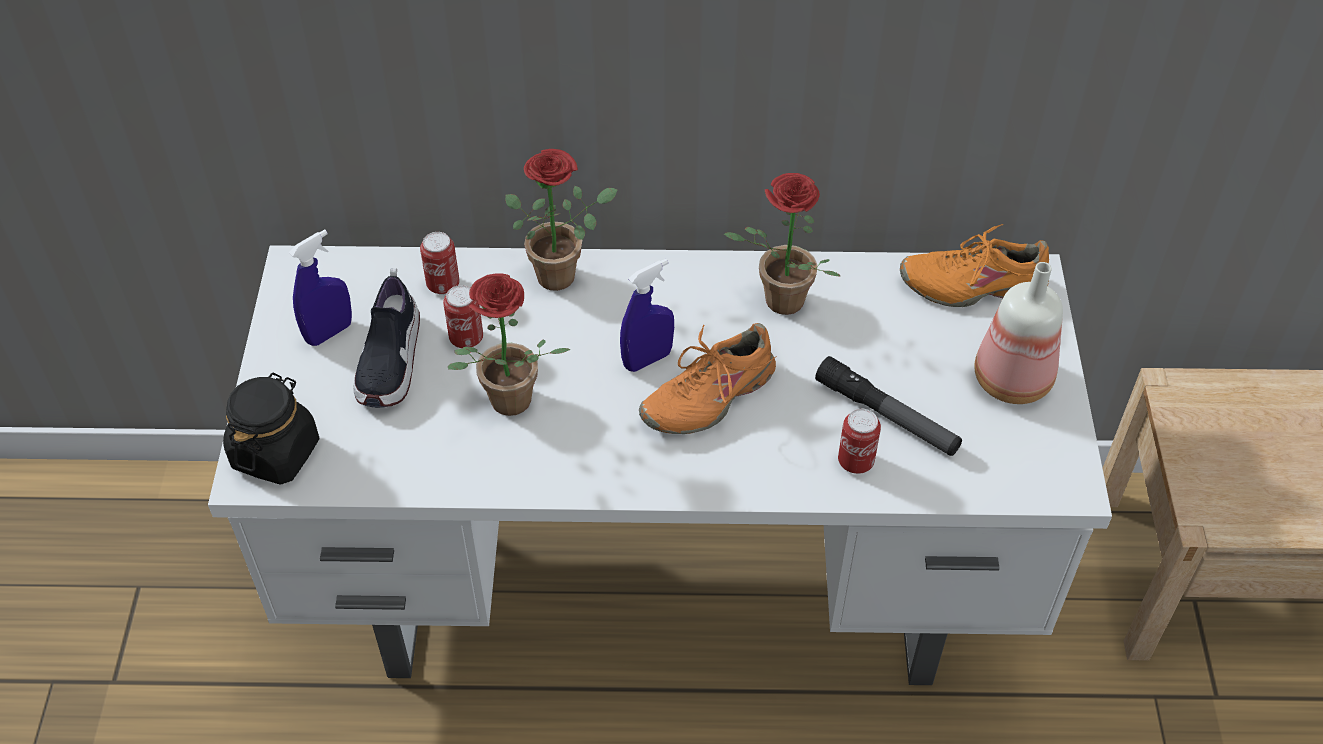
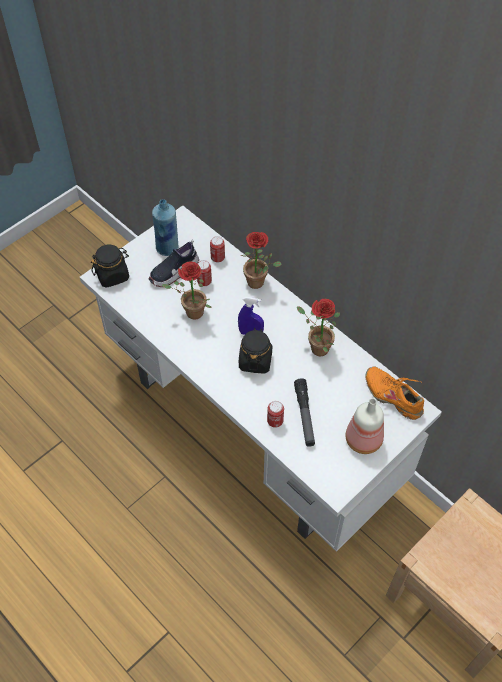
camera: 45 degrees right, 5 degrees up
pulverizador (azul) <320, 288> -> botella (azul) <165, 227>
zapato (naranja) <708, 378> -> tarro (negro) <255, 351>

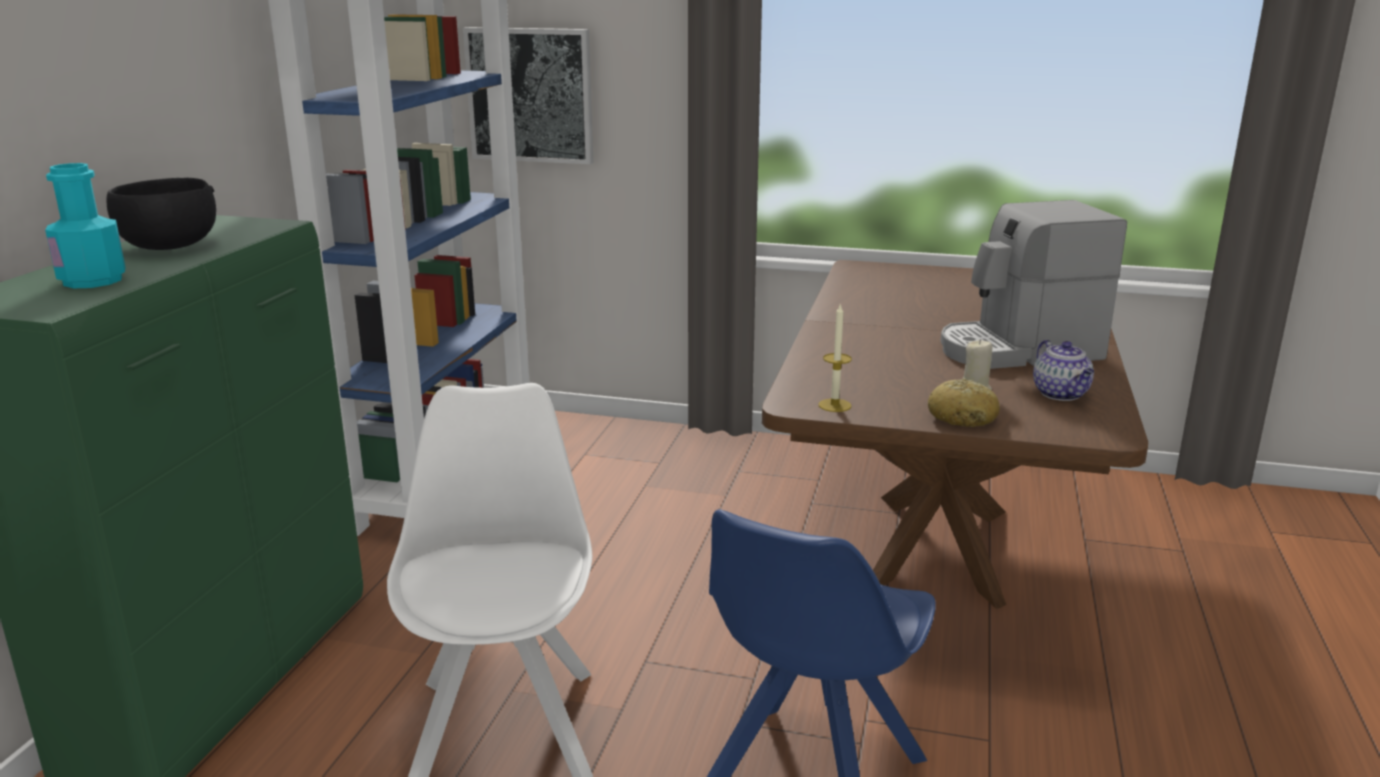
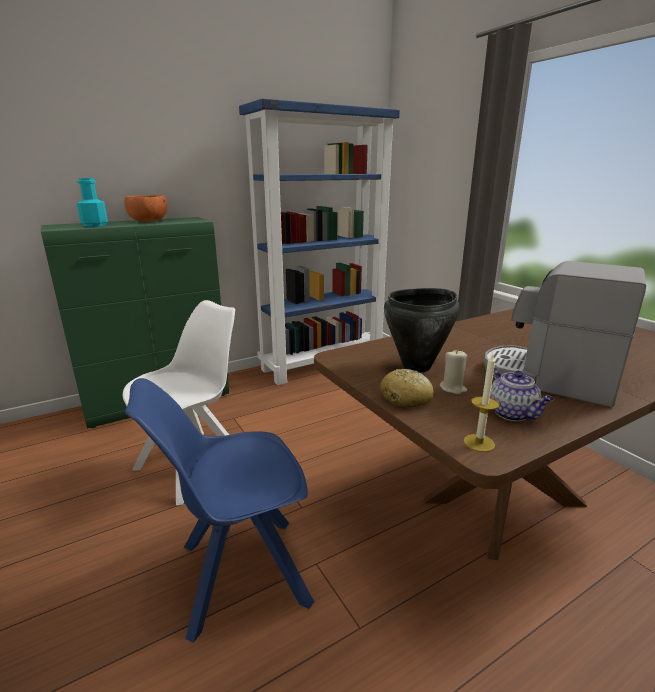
camera: 45 degrees right, 0 degrees up
cuadro <528, 95> -> none
cuenco (negro) <161, 214> -> cuenco (naranja) <145, 208>
vela <835, 357> -> vela <481, 402>, moved
tetera <1063, 370> -> tetera <518, 394>, 60 degrees counterclockwise
none -> olla (negro) <422, 330>

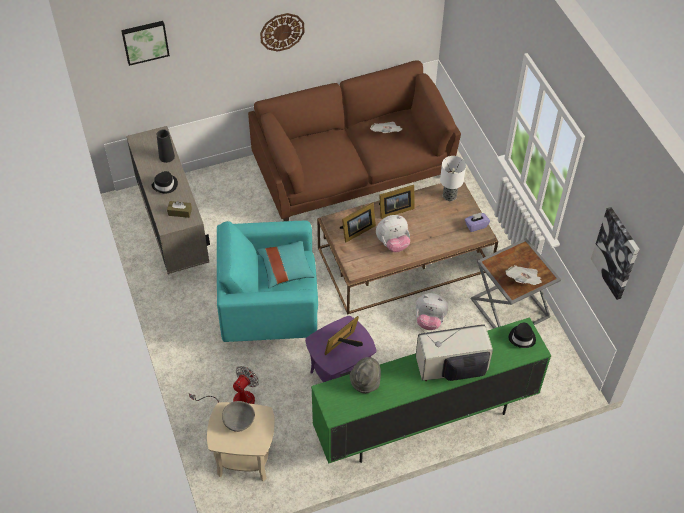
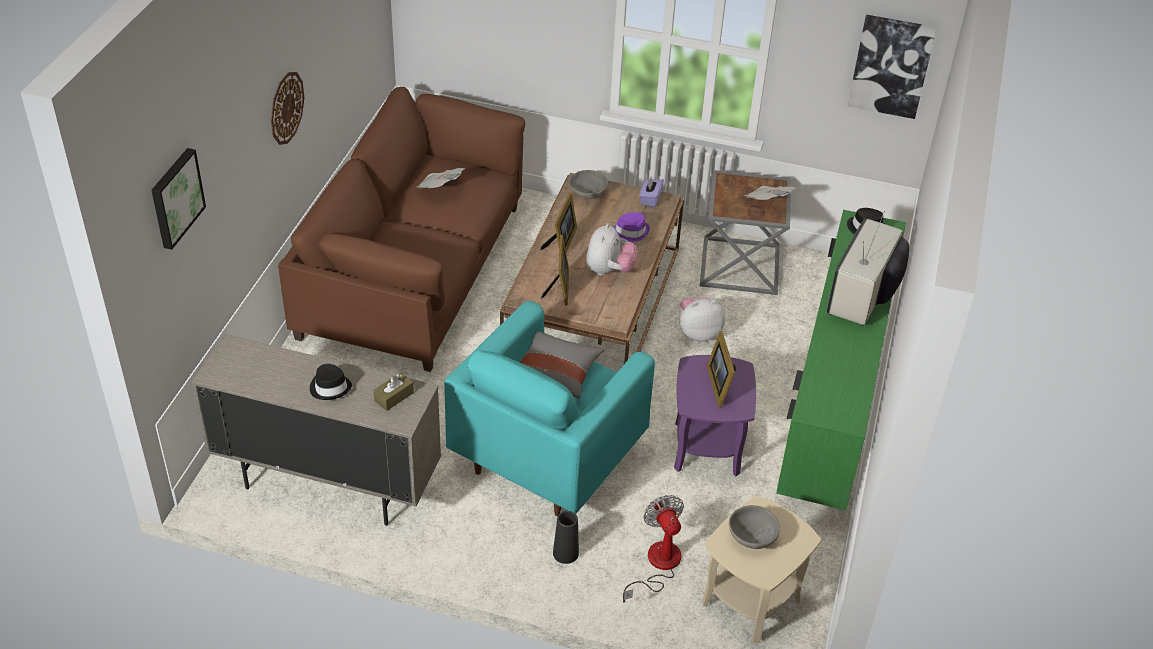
camera: 55 degrees left, 10 degrees down
florero (negro) <166, 146> -> florero (negro) <566, 537>, moved
lámpara de mesa <453, 178> -> cuenco (gris) <588, 184>
cojín (turquesa) <286, 264> -> cojín (gris) <562, 364>
peluche <432, 311> -> peluche <702, 319>, 150 degrees counterclockwise
sombrero (gris) <365, 375> -> none
none -> sombrero (morado) <631, 227>

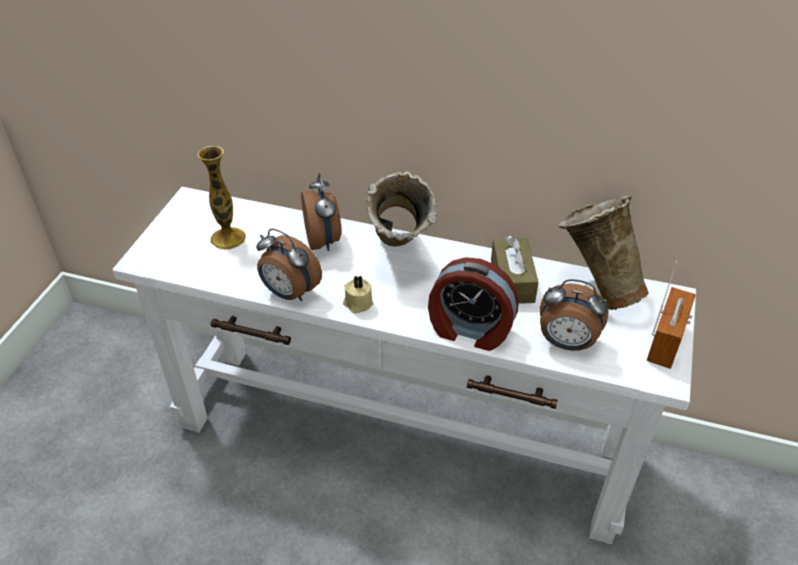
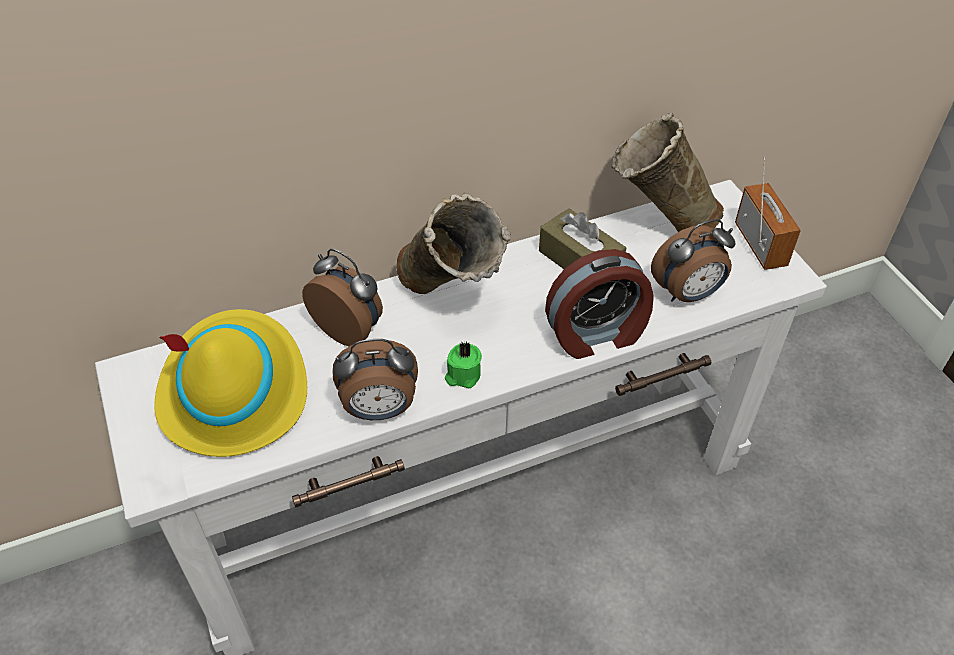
camera: 40 degrees left, 5 degrees up
florero <221, 198> -> sombrero (amarillo) <230, 383>
vela (beis) <358, 294> -> vela (verde) <463, 365>

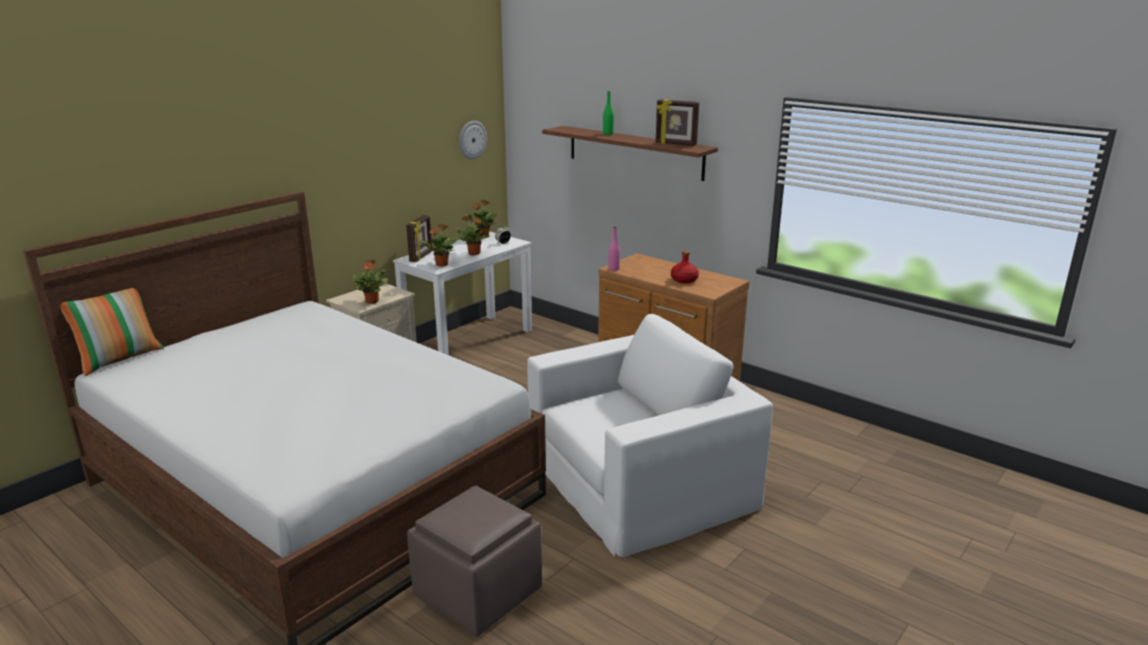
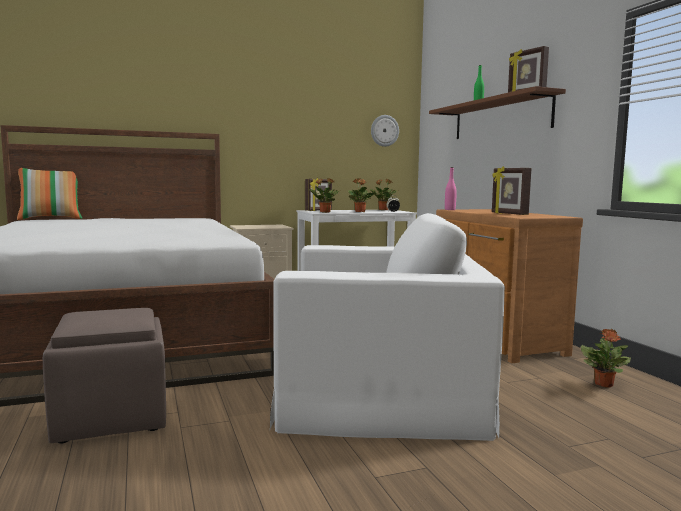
camera: 30 degrees right, 15 degrees down
botella (rojo) <685, 267> -> portarretratos <511, 190>
planta en maceta <370, 281> -> planta en maceta <606, 358>, moved

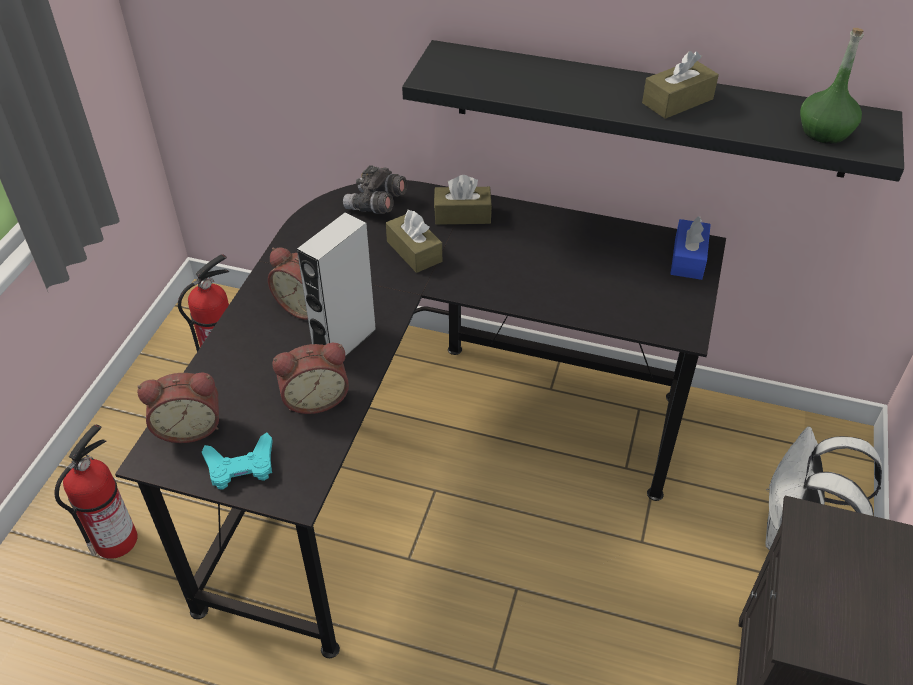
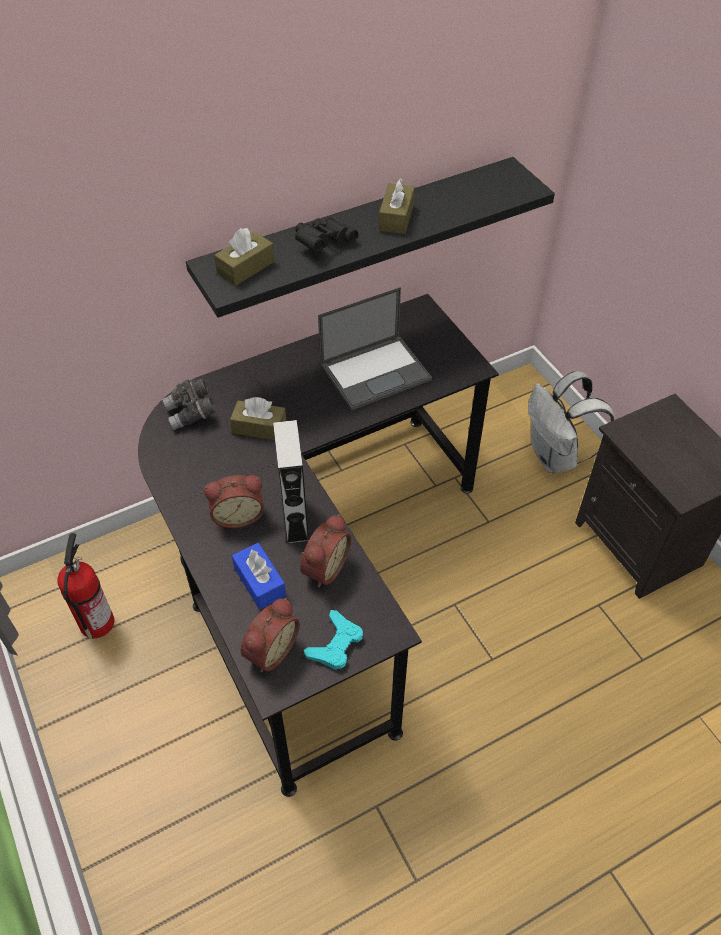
camera: 45 degrees left, 5 degrees up
botella (verde) <832, 86> -> none
caja de pañuelos (marrón) <463, 200> -> caja de pañuelos (marrón) <244, 257>, moved
caja de pañuelos (azul) <691, 248> -> caja de pañuelos (azul) <259, 576>, moved
extintor <95, 492> -> none
none -> prismáticos (negro) <326, 235>
none -> portátil <375, 349>

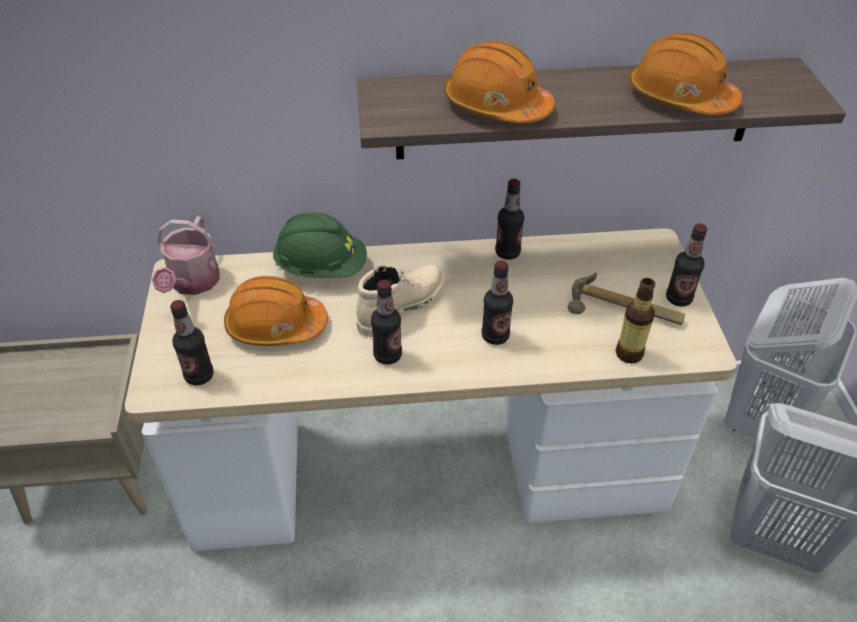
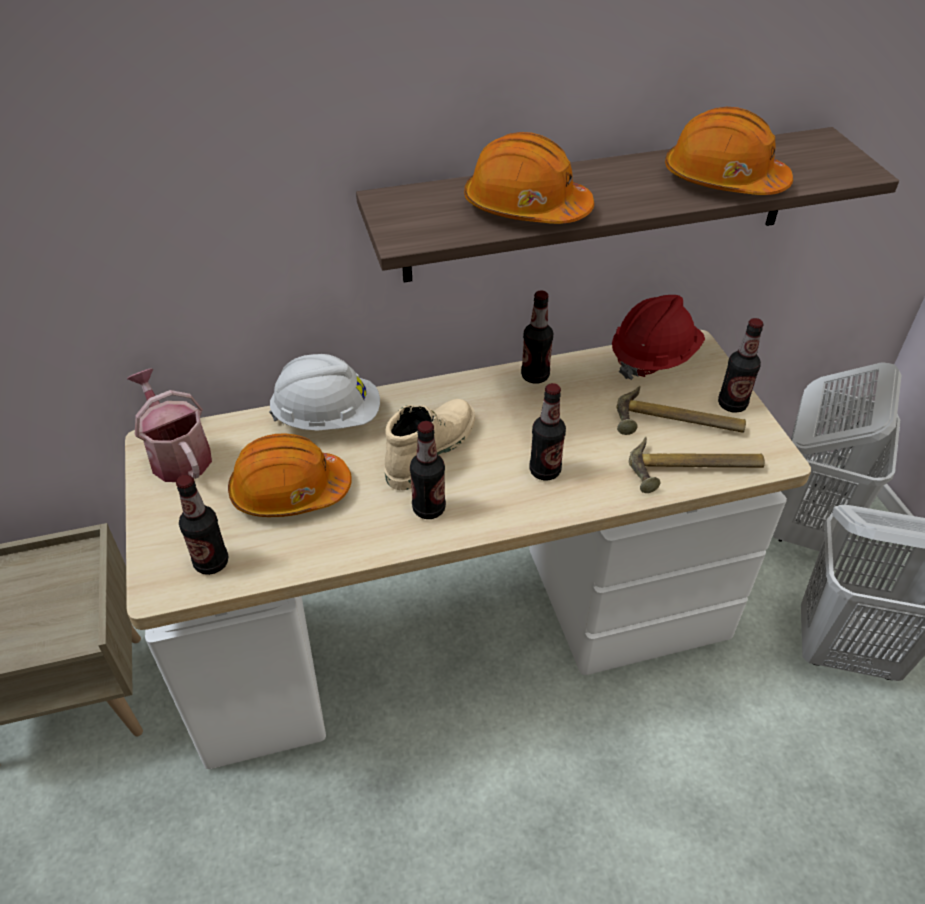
camera: 10 degrees left, 0 degrees up
casco (verde) <320, 245> -> casco (blanco) <324, 392>
regadera <186, 255> -> regadera <169, 425>, 150 degrees clockwise
botella <635, 321> -> martillo <697, 464>
none -> casco (rojo) <658, 337>

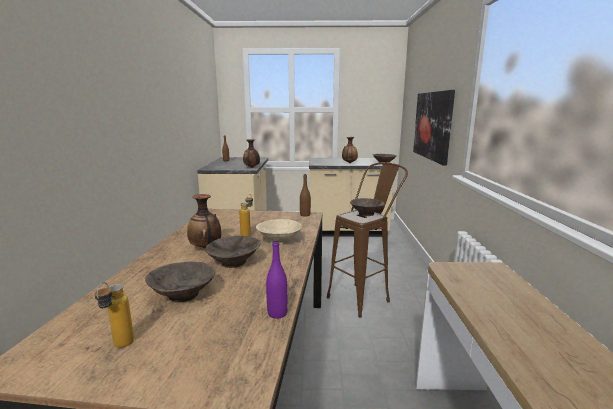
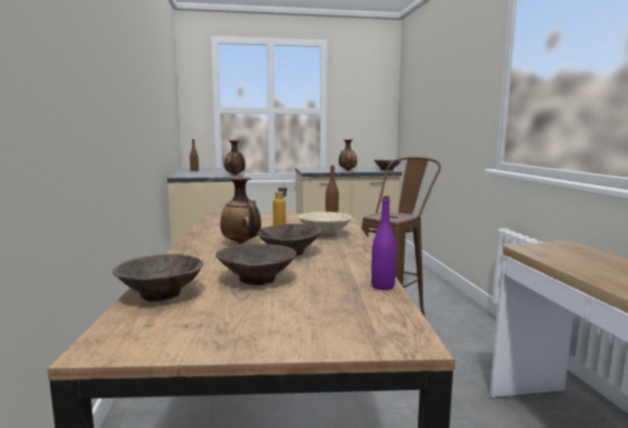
camera: 10 degrees left, 5 degrees down
cuadro <434, 127> -> none
cuenco (marrón) <367, 207> -> cuenco (marrón) <157, 278>, moved
botella <114, 315> -> none

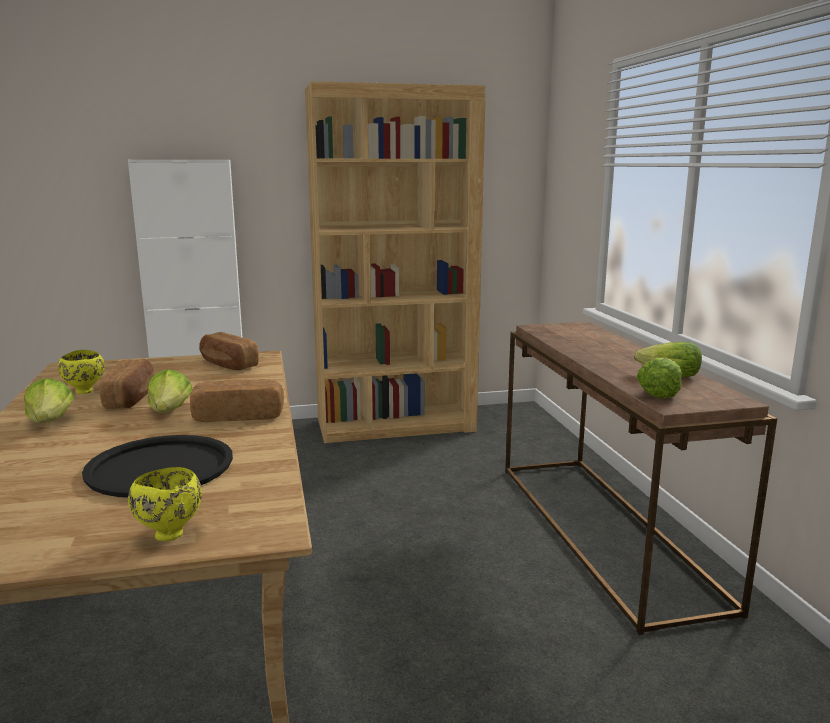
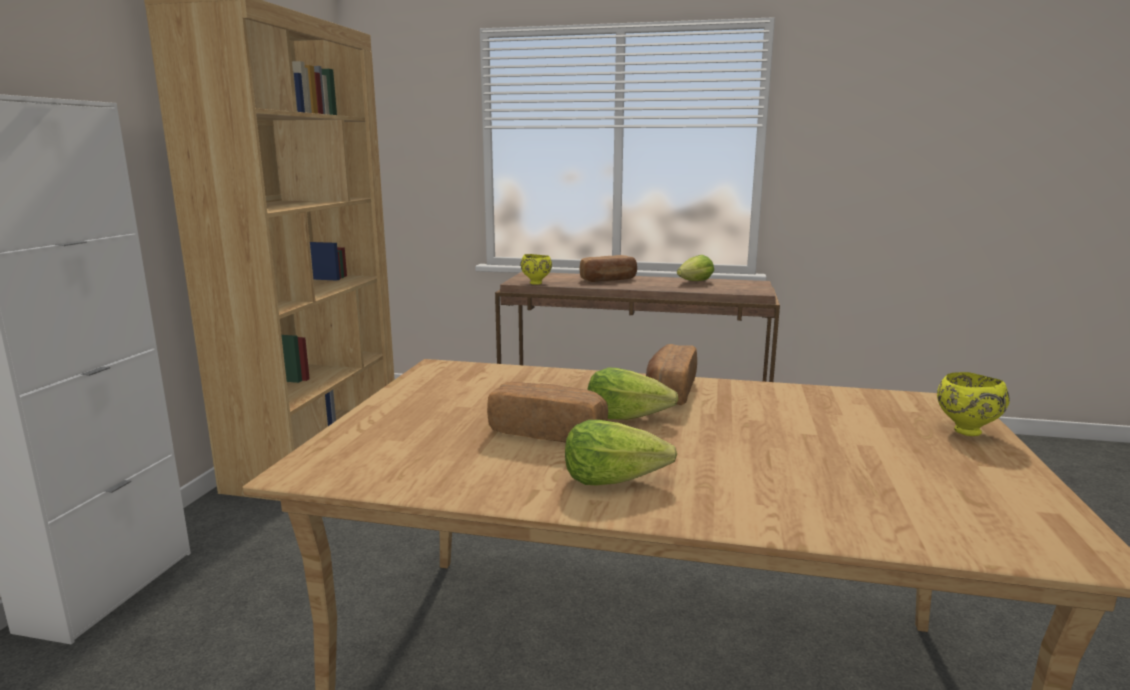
camera: 65 degrees left, 0 degrees up
pan <229, 351> -> pan <608, 268>, moved
cuenco (amarillo) <81, 372> -> cuenco (amarillo) <536, 269>, moved
lechuga <659, 378> -> none
bandeja (negro) <157, 466> -> none

